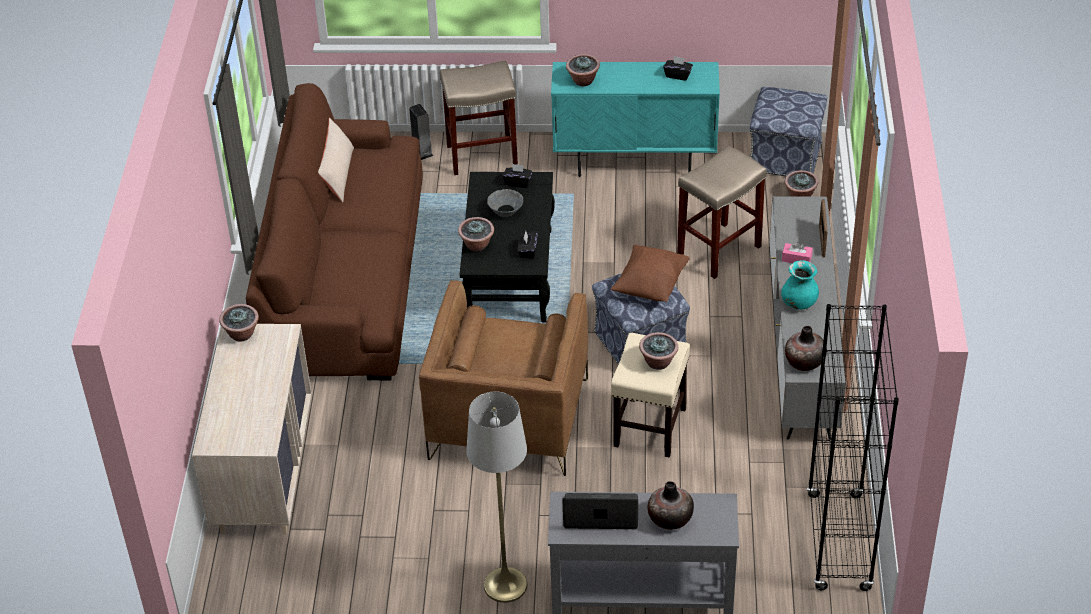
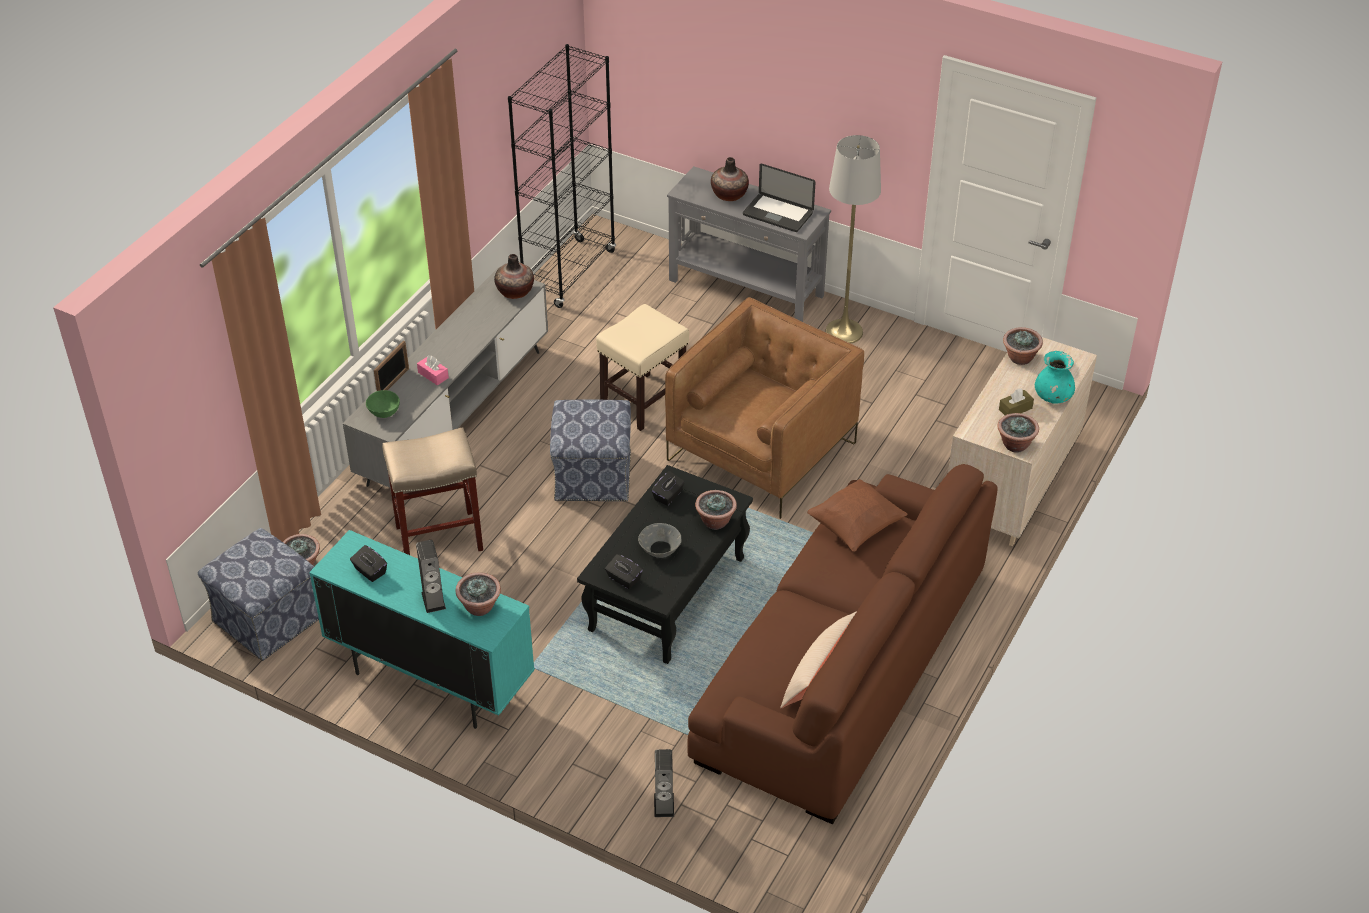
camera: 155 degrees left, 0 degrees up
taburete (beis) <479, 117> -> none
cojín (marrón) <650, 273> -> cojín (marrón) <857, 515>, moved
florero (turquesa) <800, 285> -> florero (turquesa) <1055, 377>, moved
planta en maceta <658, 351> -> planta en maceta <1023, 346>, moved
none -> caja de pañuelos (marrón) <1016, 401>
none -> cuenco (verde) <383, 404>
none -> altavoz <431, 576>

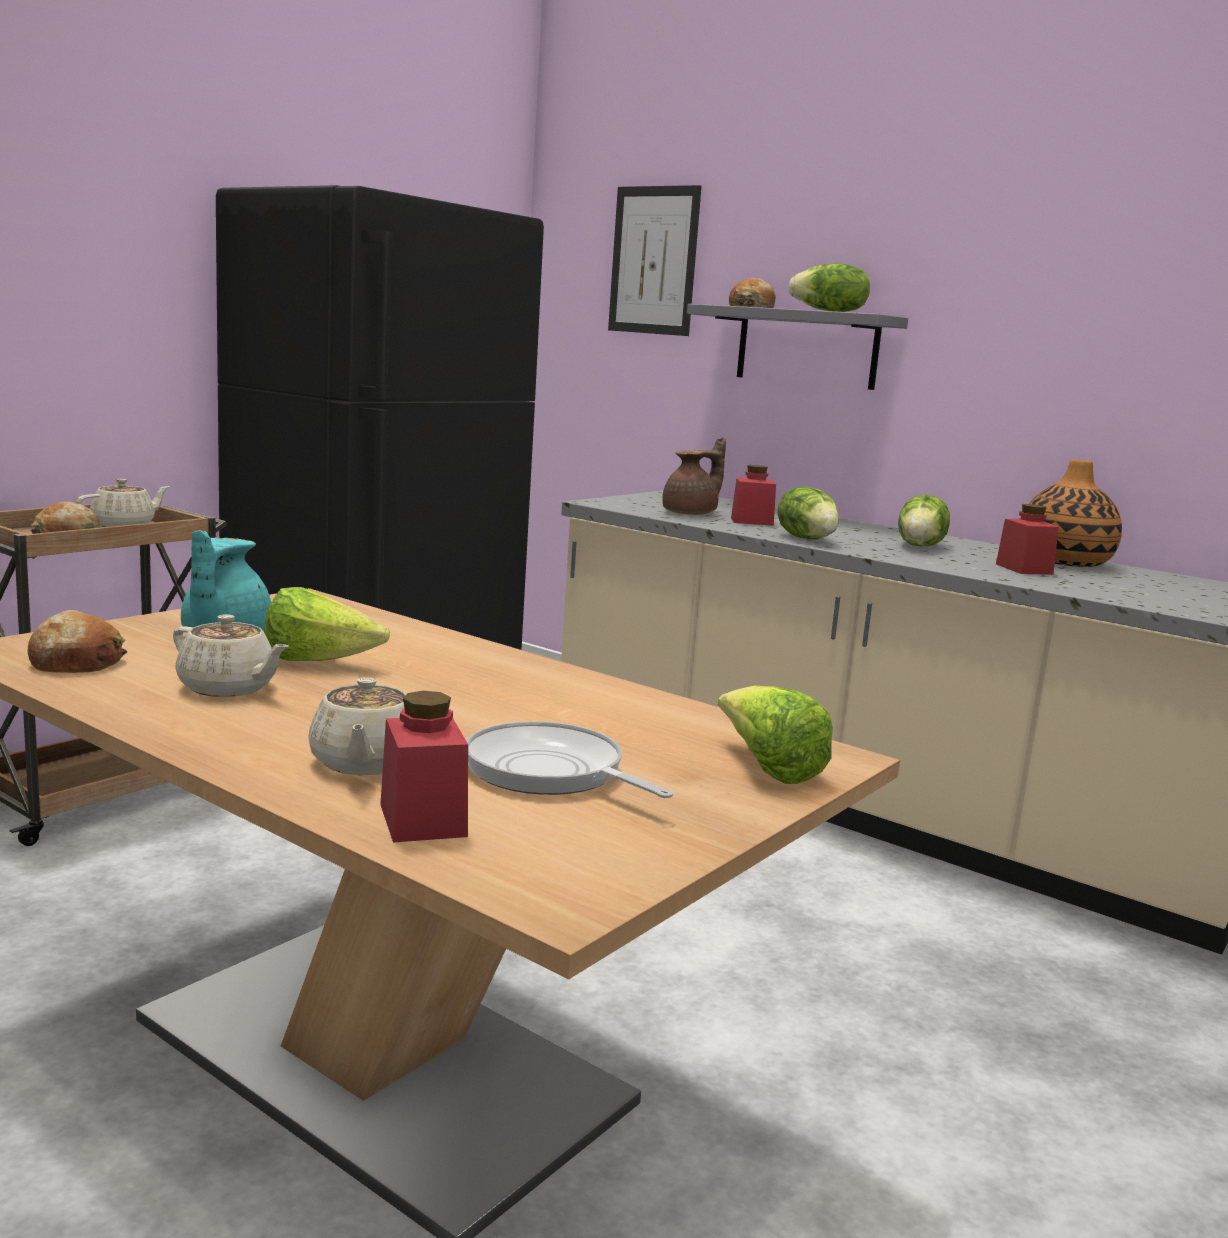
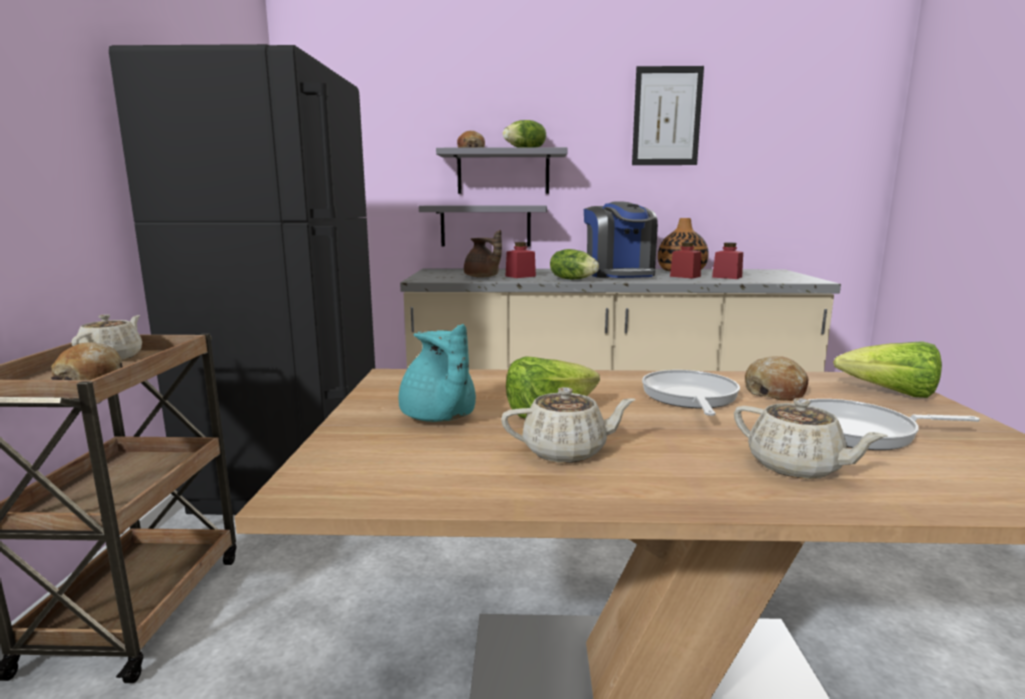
camera: 35 degrees left, 0 degrees up
cuadro <655, 260> -> cuadro <668, 115>, moved
tetera (marrón) <694, 476> -> tetera (marrón) <483, 254>, 120 degrees clockwise
lechuga <924, 521> -> cafetera <621, 239>
pan <77, 641> -> pan <776, 378>, moved
tarro (rojo) <424, 767> -> tarro (rojo) <727, 261>, moved
none -> estante (gris) <483, 226>
none -> sartén <691, 393>

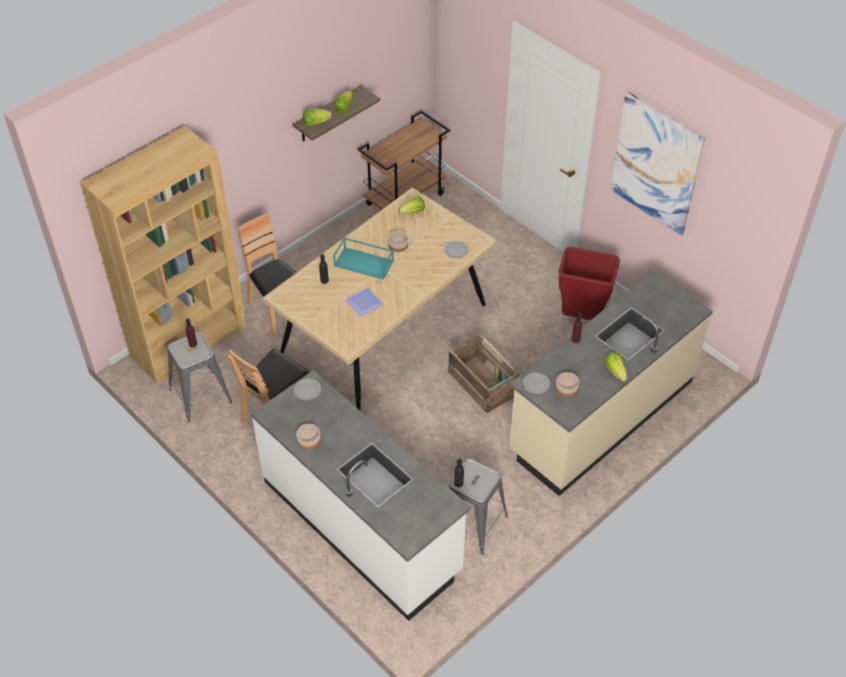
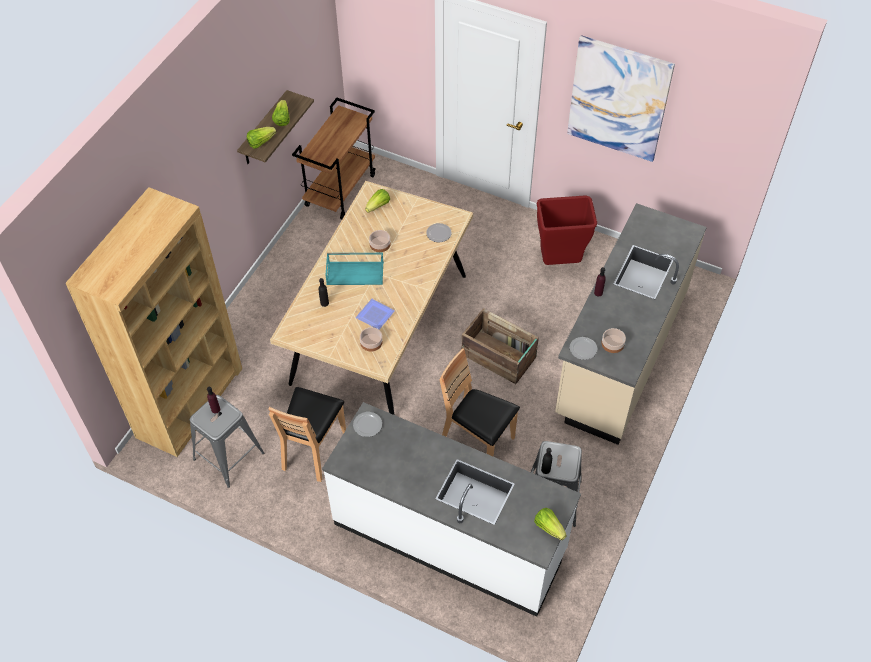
camera: 20 degrees left, 5 degrees up
silla (marrón) <267, 275> -> silla (marrón) <479, 402>, moved
lechuga <615, 367> -> lechuga <550, 524>, moved
cuenco <308, 436> -> cuenco <371, 339>, moved

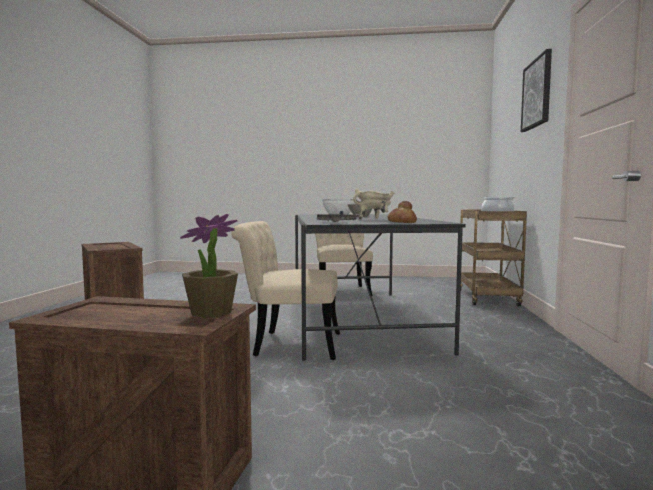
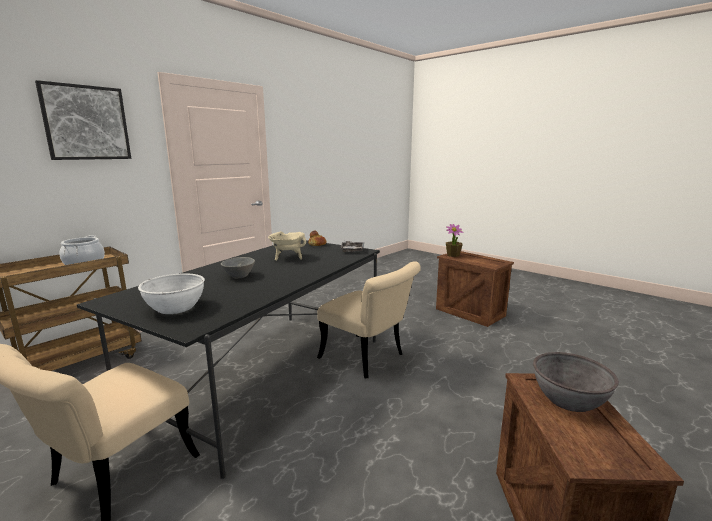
camera: 145 degrees left, 10 degrees up
none -> cuenco (gris) <576, 382>

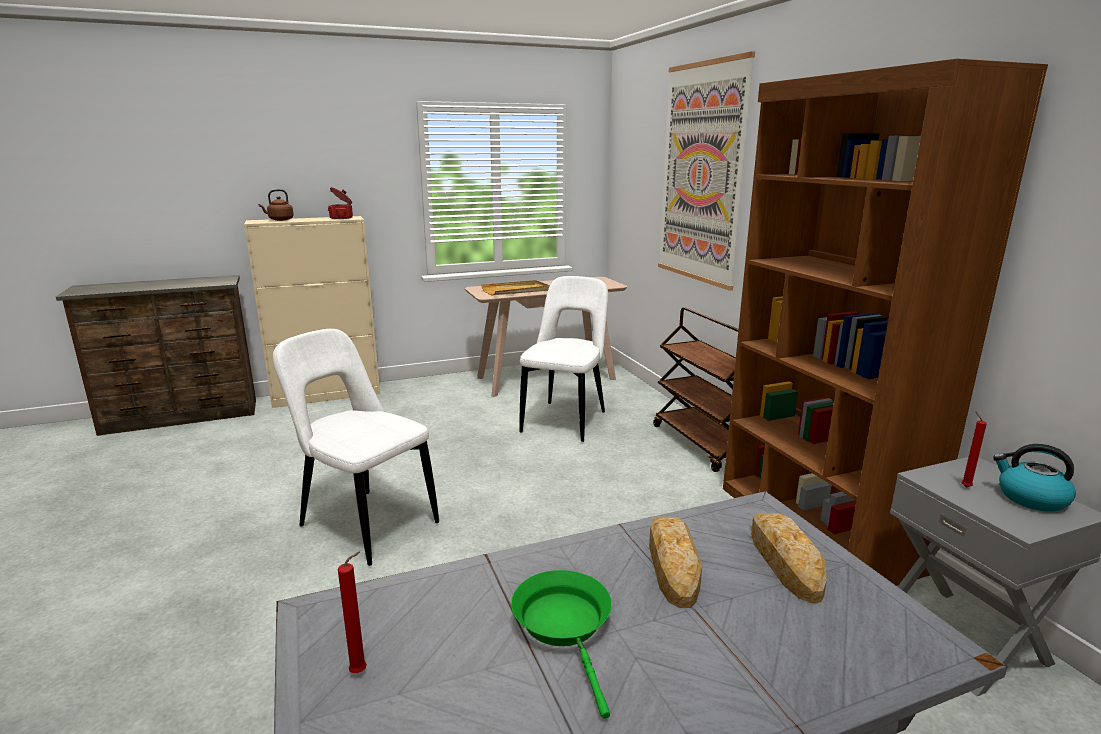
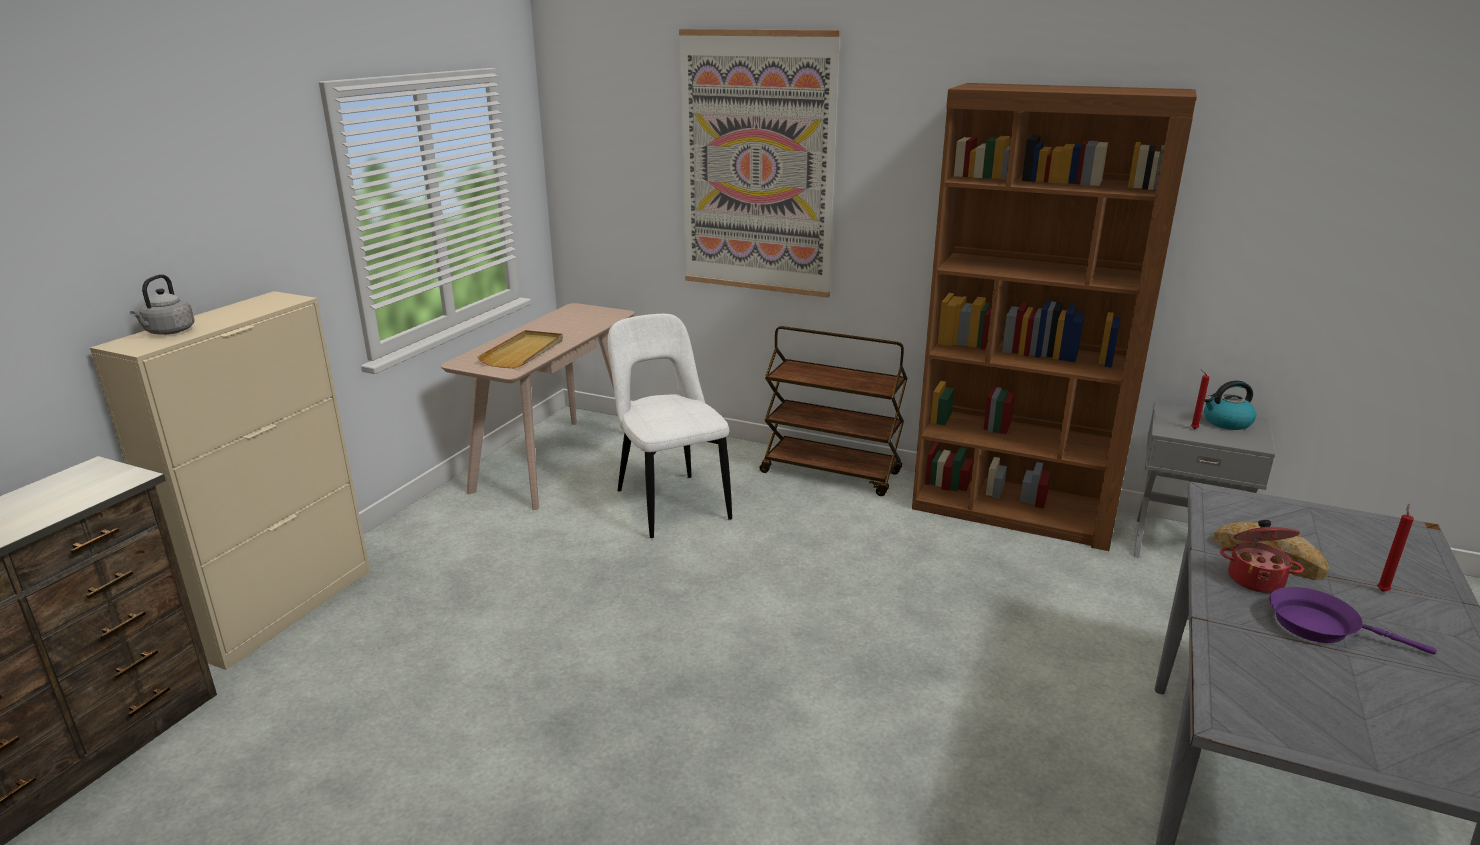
camera: 45 degrees left, 5 degrees up
olla <340, 203> -> olla <1262, 556>, moved
hervidor (marrón) <276, 205> -> hervidor (gris) <162, 304>
silla (blanco) <356, 447> -> none
pan <789, 558> -> none
vela (rojo) <352, 612> -> vela (rojo) <1395, 548>, moved
sartén (verde) <561, 644> -> sartén (morado) <1353, 620>

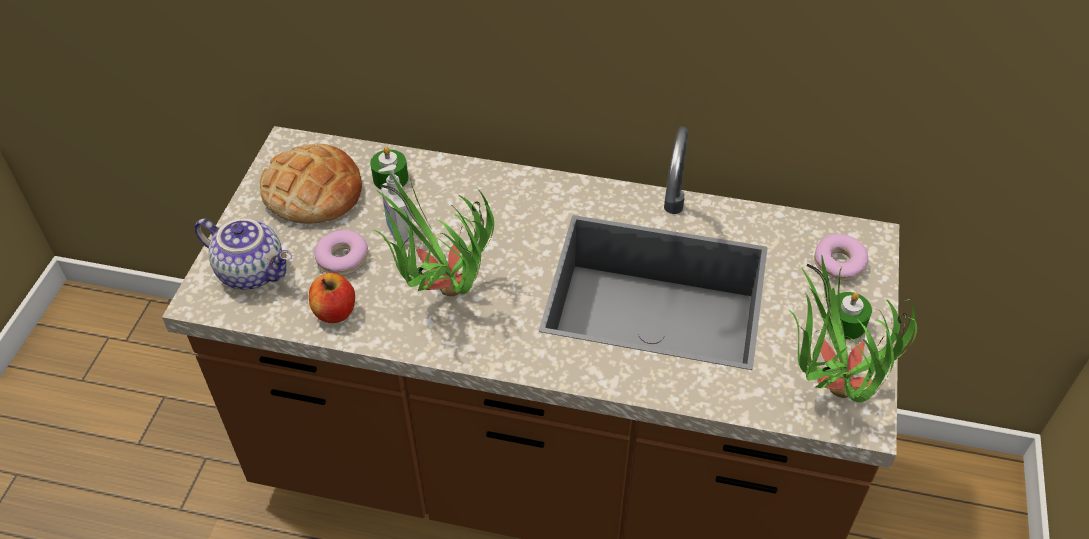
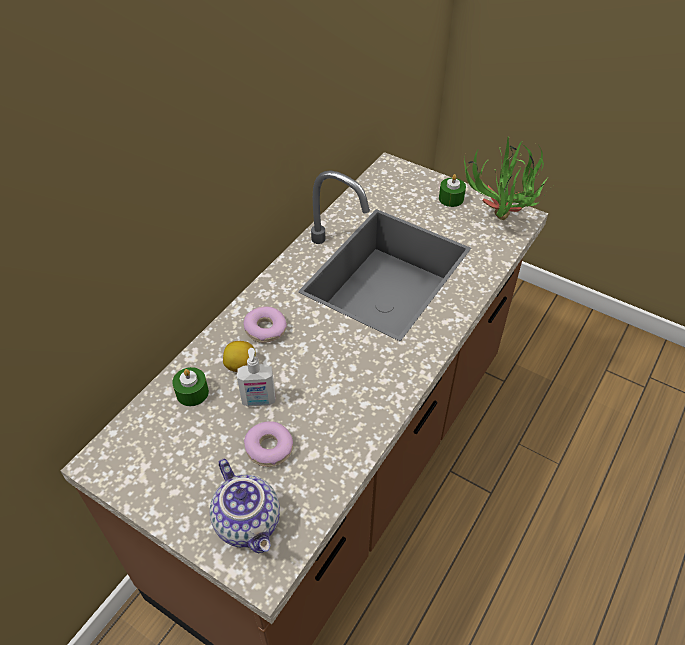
camera: 70 degrees left, 0 degrees up
pan <311, 184> -> none
planta en maceta <433, 234> -> none
tetera <243, 254> -> tetera <245, 506>, 105 degrees clockwise
rosquilla <841, 257> -> rosquilla <265, 325>, moved
manzana <332, 298> -> none
none -> limón <239, 356>

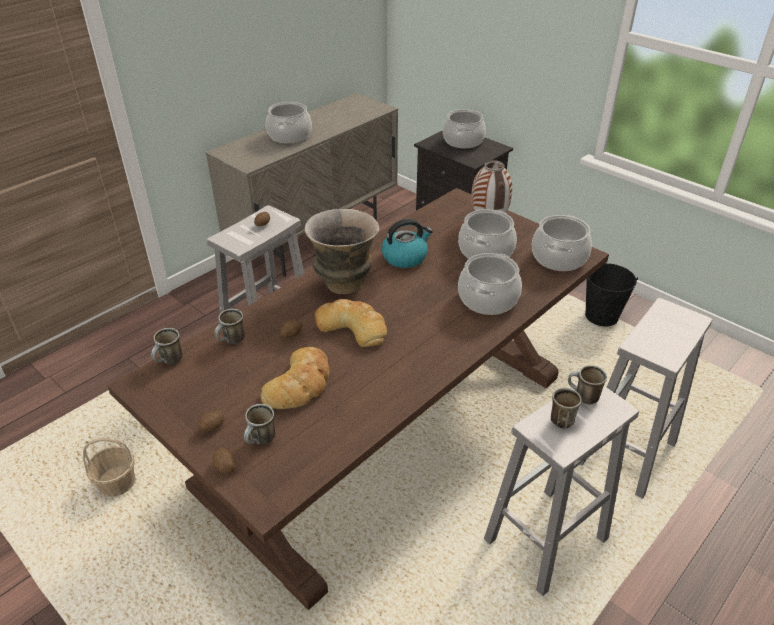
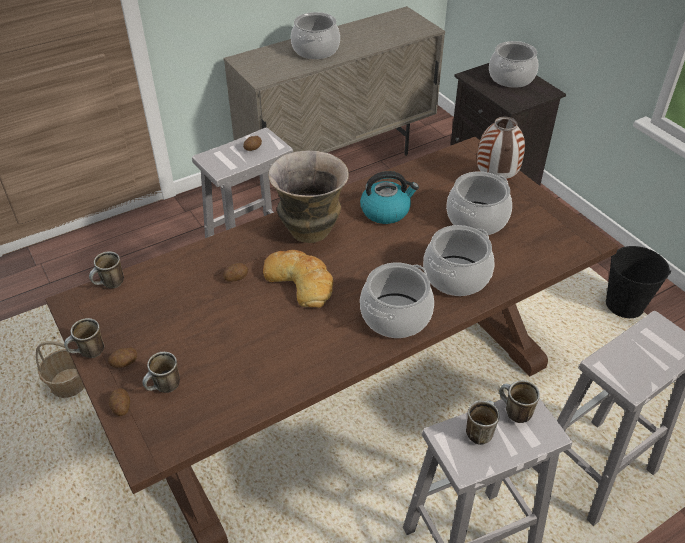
camera: 15 degrees right, 5 degrees up
olla <562, 243> -> olla <397, 300>, moved
taza grande <230, 326> -> taza grande <84, 338>, moved
pan <295, 378> -> none

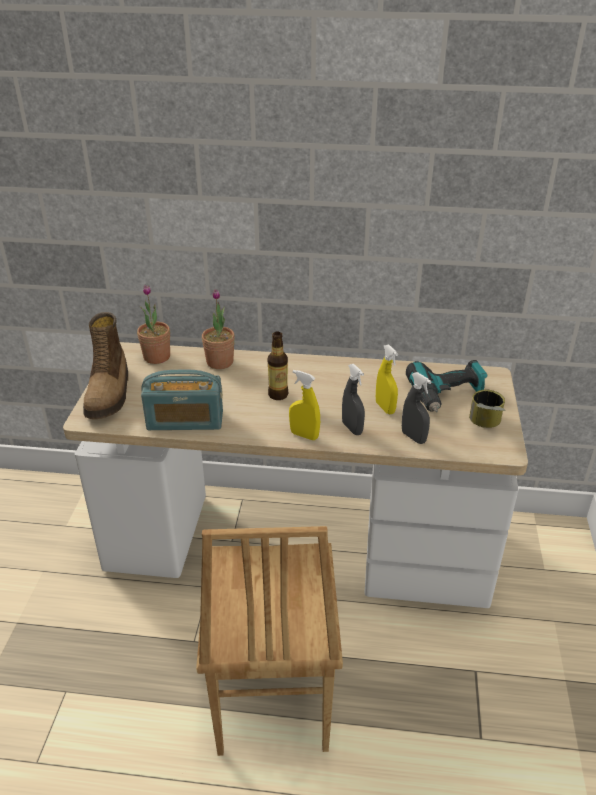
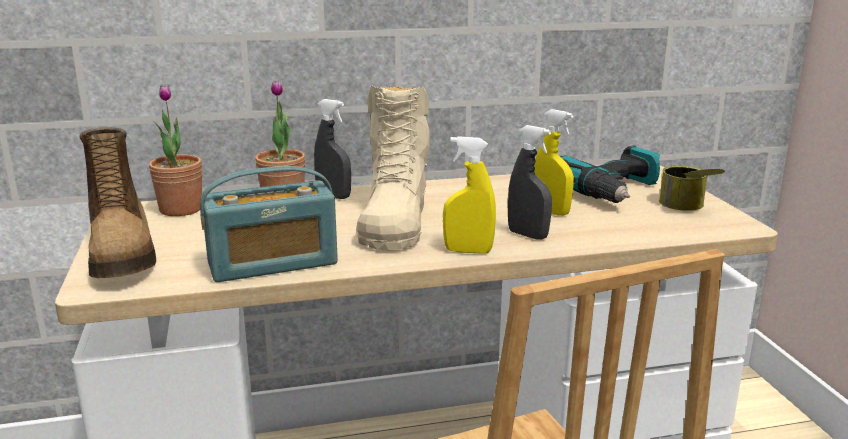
camera: 20 degrees left, 15 degrees down
botella <278, 365> -> bota (beis) <393, 167>
pulverizador (gris) <417, 408> -> pulverizador (gris) <332, 149>, moved

